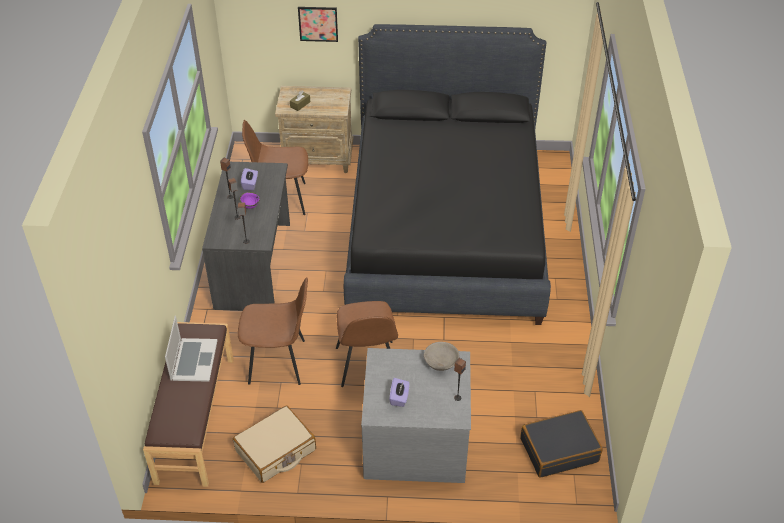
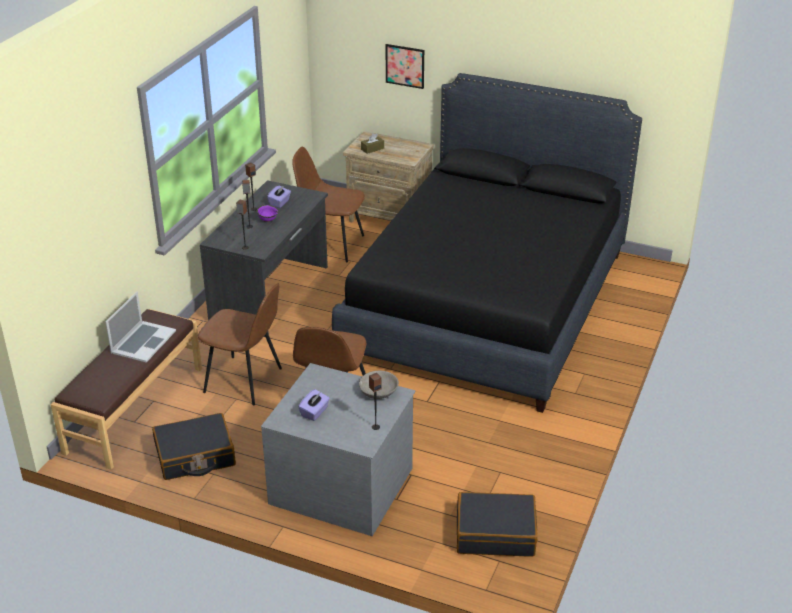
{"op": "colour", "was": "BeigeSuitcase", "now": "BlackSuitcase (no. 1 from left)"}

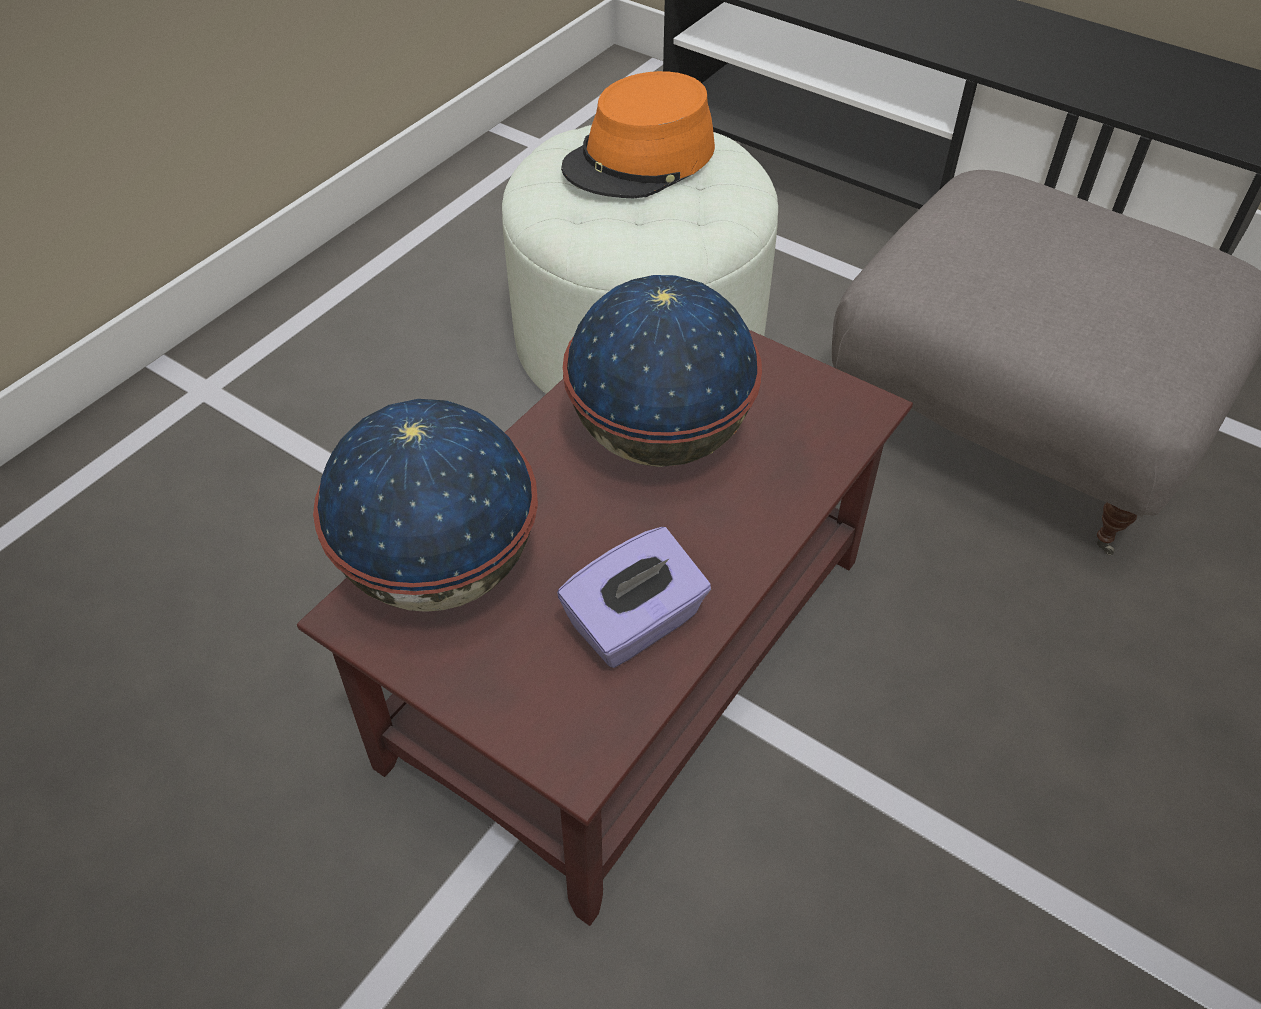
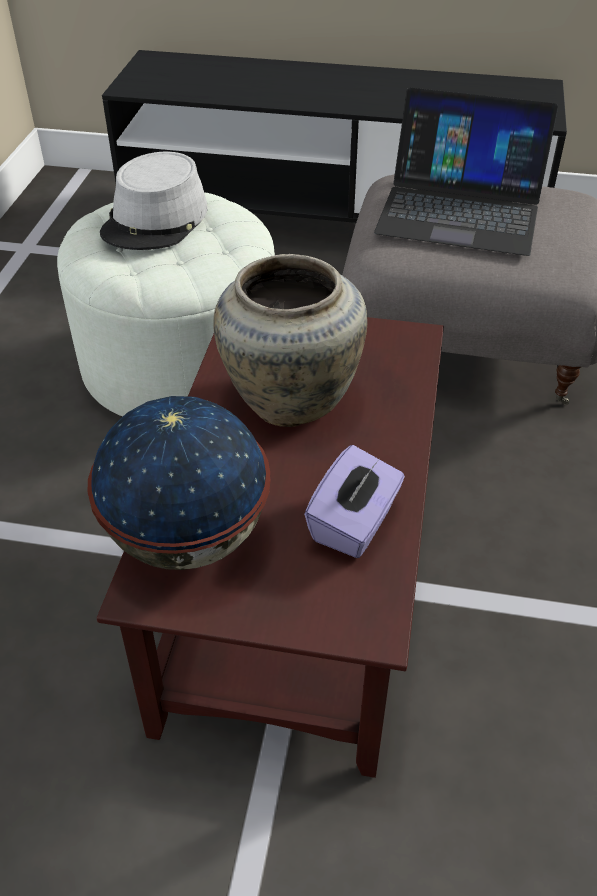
{"op": "colour", "was": "OrangeHat", "now": "GreyHat"}
{"op": "exchanged", "was": "Globe (no. 2 from left)", "now": "BeigeVase"}
{"op": "appeared", "now": "Laptop"}

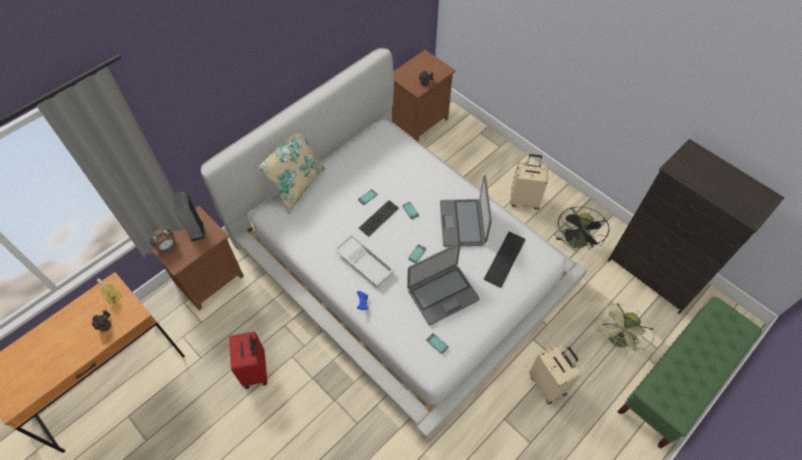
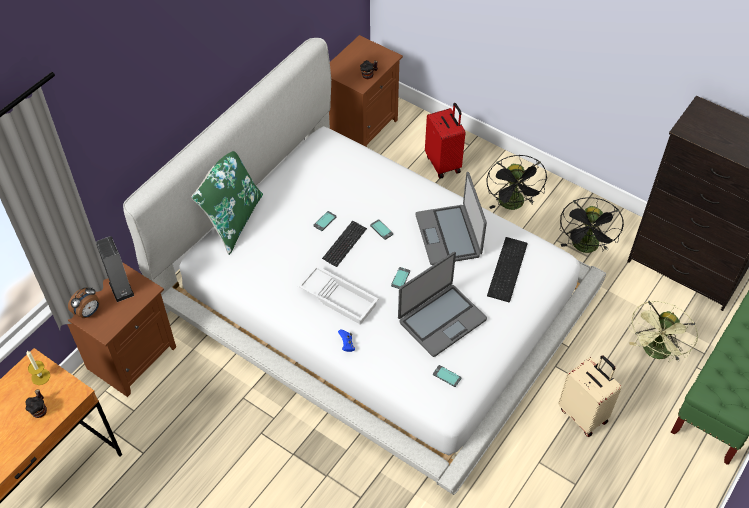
{"op": "relocated", "was": "RedSuitcase"}
{"op": "colour", "was": "BeigePillow", "now": "GreenPillow"}
{"op": "exchanged", "was": "BeigeSuitcase (no. 1 from left)", "now": "BlackFan (no. 1 from left)"}

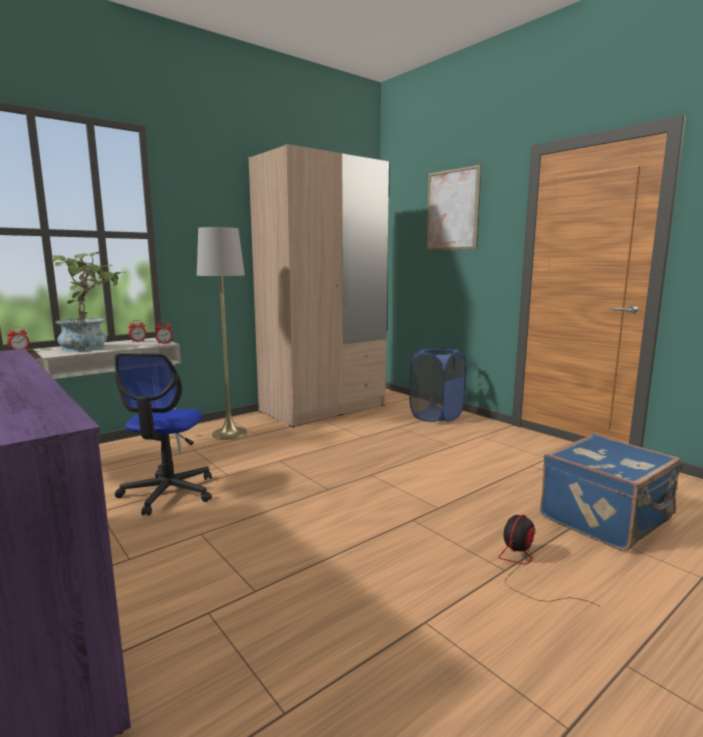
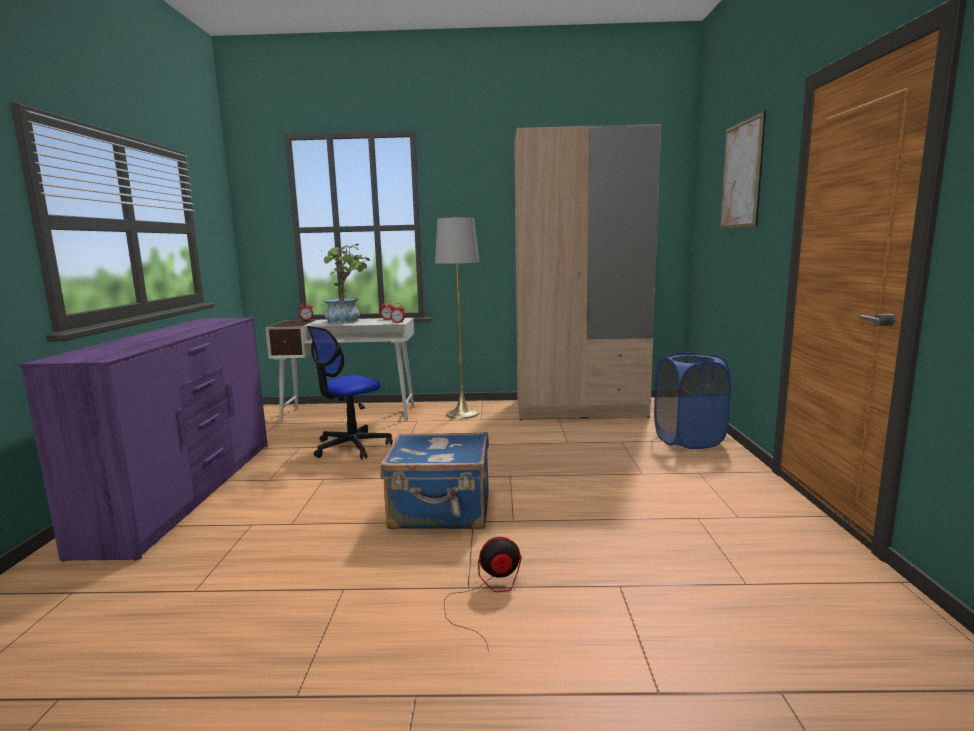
{"op": "relocated", "was": "BlueSuitcase"}

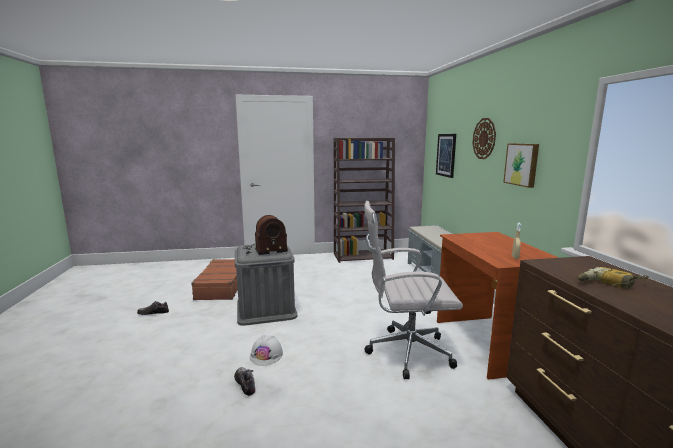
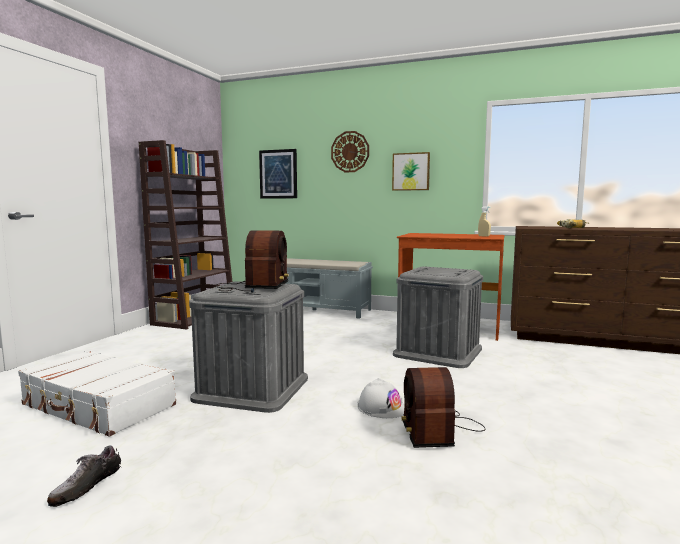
{"op": "colour", "was": "BrownSuitcase", "now": "WhiteSuitcase"}
{"op": "exchanged", "was": "Shoe (no. 2 from left)", "now": "Radio (no. 2 from left)"}
{"op": "exchanged", "was": "WhiteOfficeChair", "now": "GreyStorageBox (no. 2 from left)"}

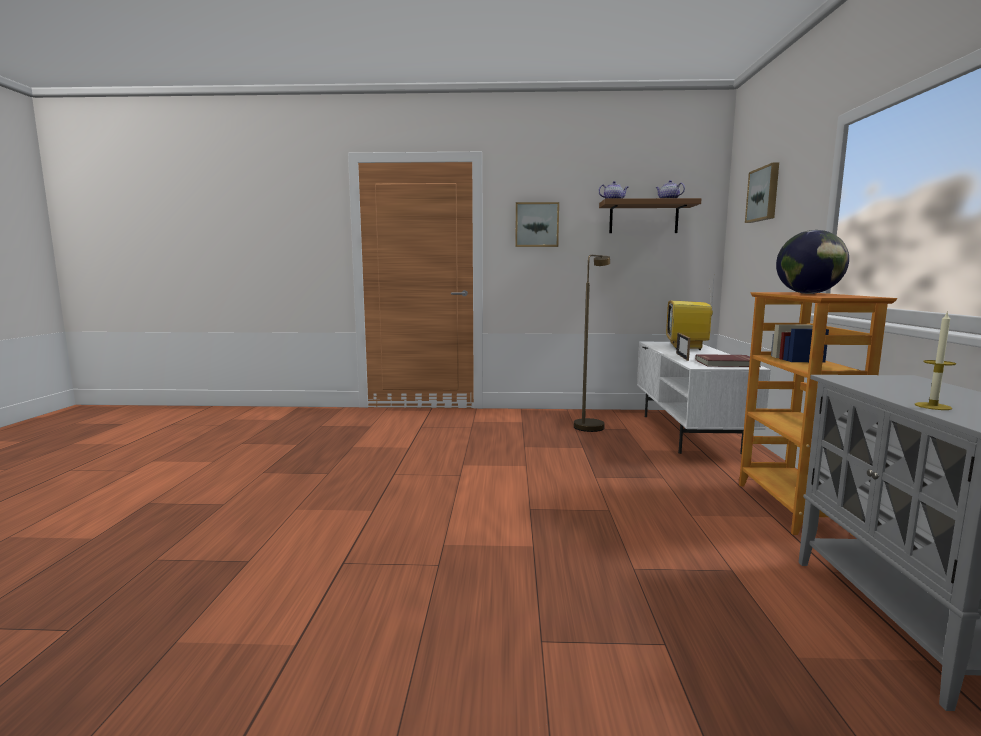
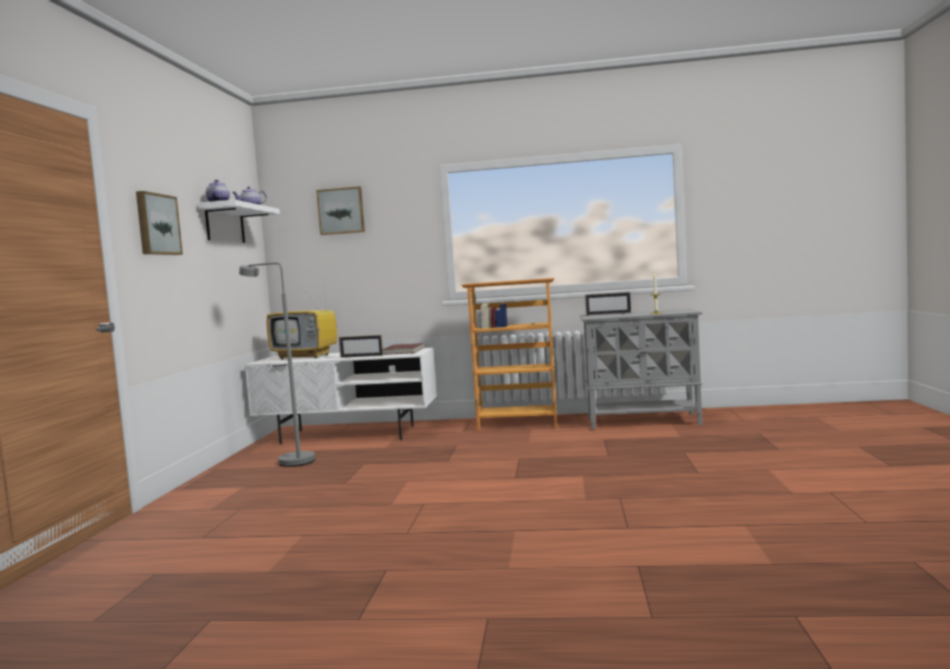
{"op": "colour", "was": "BrownFloorLamp", "now": "GreyFloorLamp"}
{"op": "colour", "was": "BrownShelf", "now": "WhiteShelf"}
{"op": "missing", "was": "Globe"}
{"op": "appeared", "now": "PictureFrame (no. 2 from left)"}

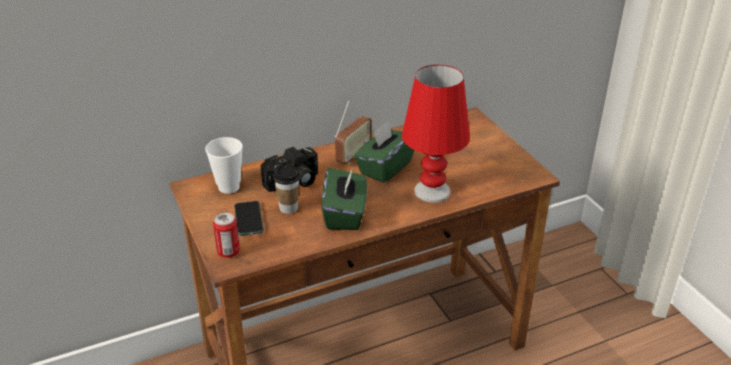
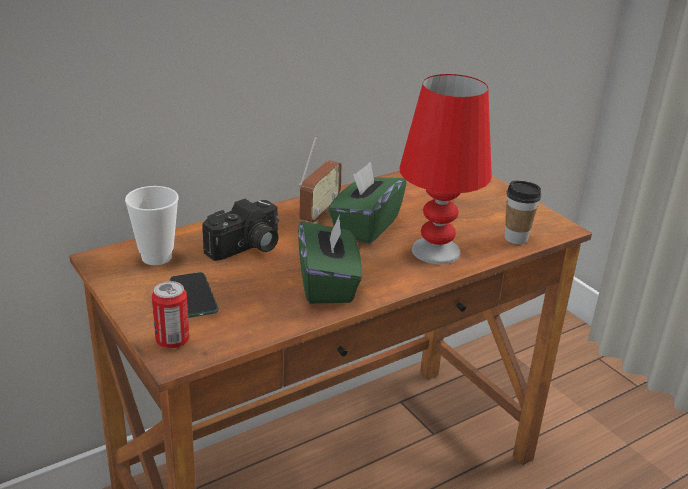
{"op": "relocated", "was": "Cup (no. 2 from left)"}

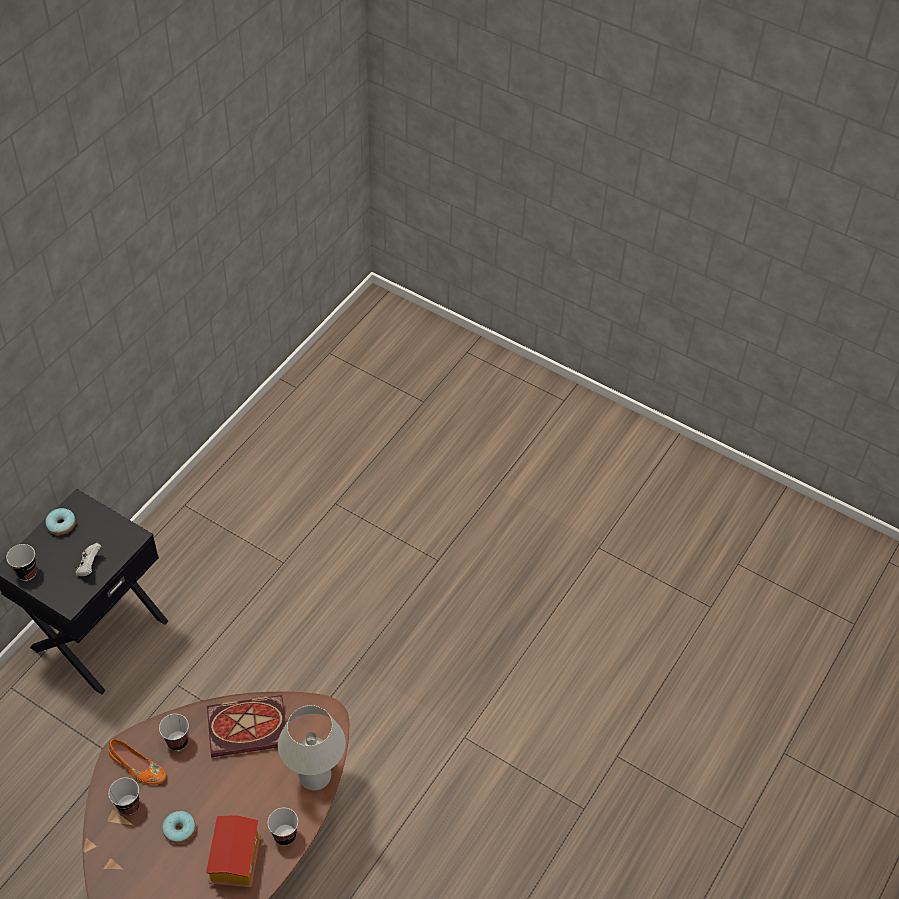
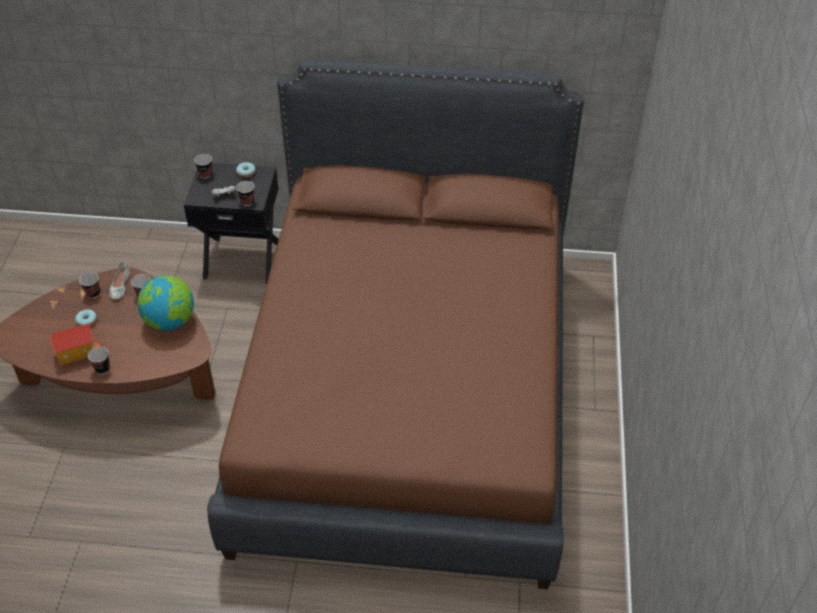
{"op": "colour", "was": "OrangeShoe", "now": "WhiteShoe"}
{"op": "exchanged", "was": "Book", "now": "Globe"}
{"op": "missing", "was": "WhiteTableLamp"}
{"op": "appeared", "now": "BrownBed"}
{"op": "appeared", "now": "Cup (no. 5 from left)"}

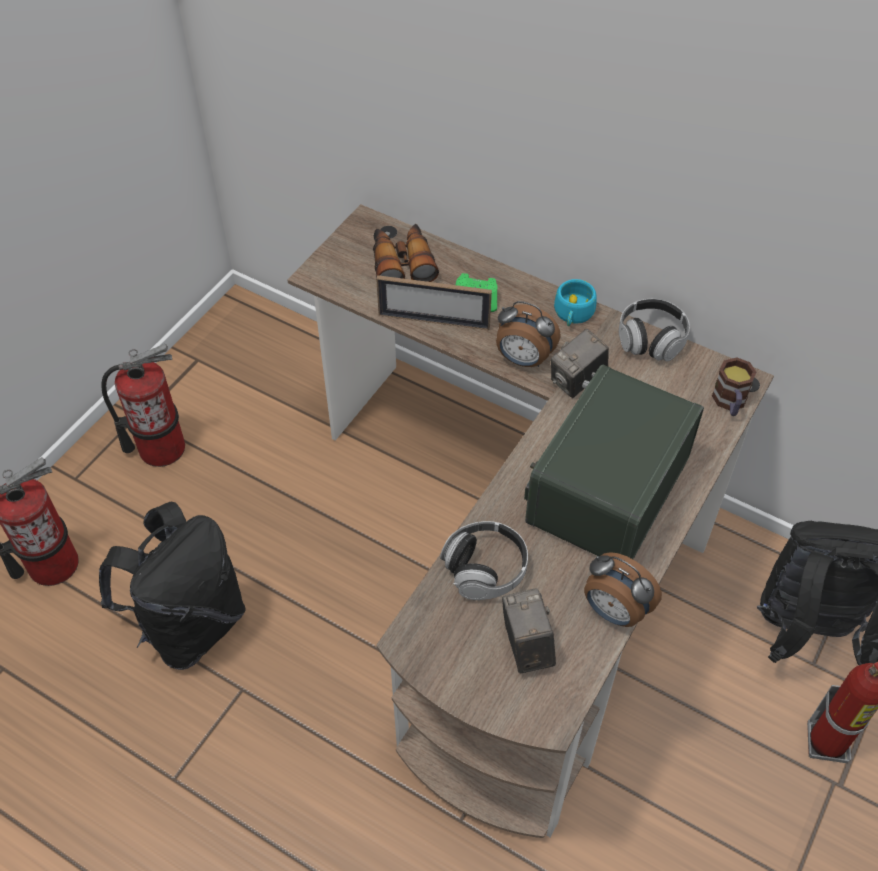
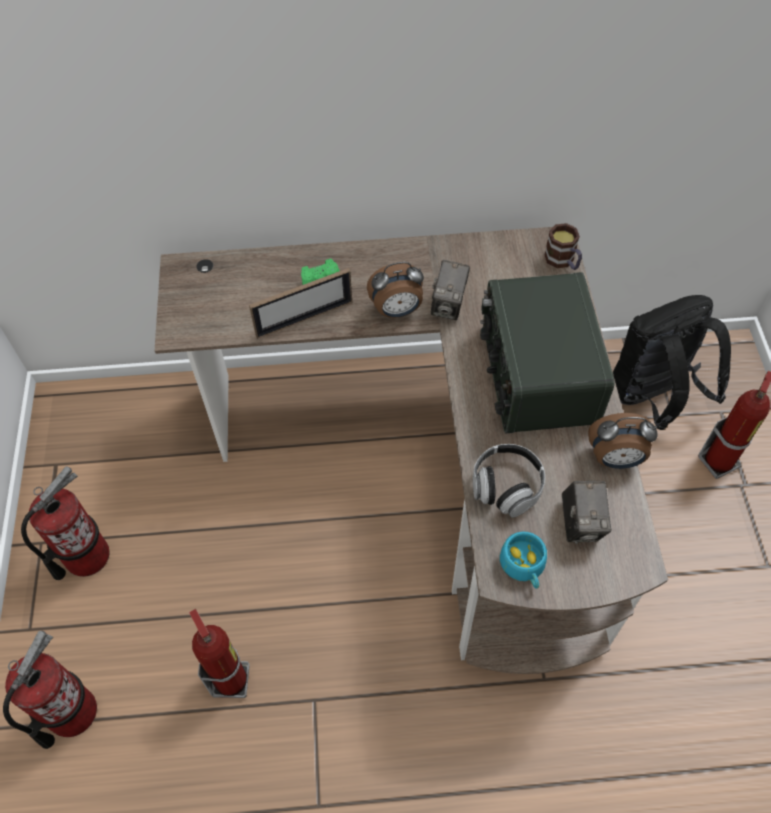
{"op": "exchanged", "was": "BlackBackpack (no. 1 from left)", "now": "FireExtinguisher (no. 3 from left)"}
{"op": "missing", "was": "Binoculars"}
{"op": "spun", "was": "PhotoCamera (no. 1 from left in the first image)", "clockwise": -135}
{"op": "relocated", "was": "TurquoiseCup"}
{"op": "missing", "was": "Headphones (no. 2 from left)"}

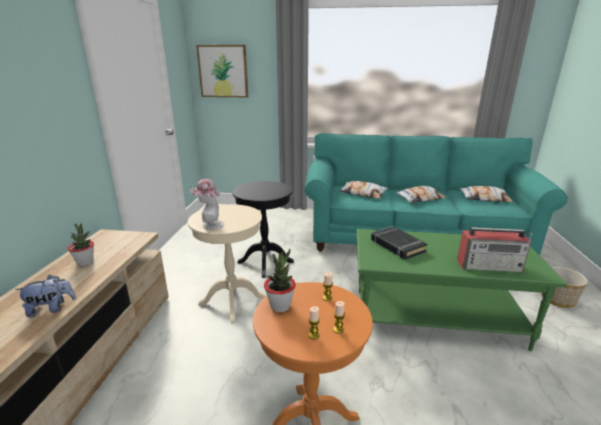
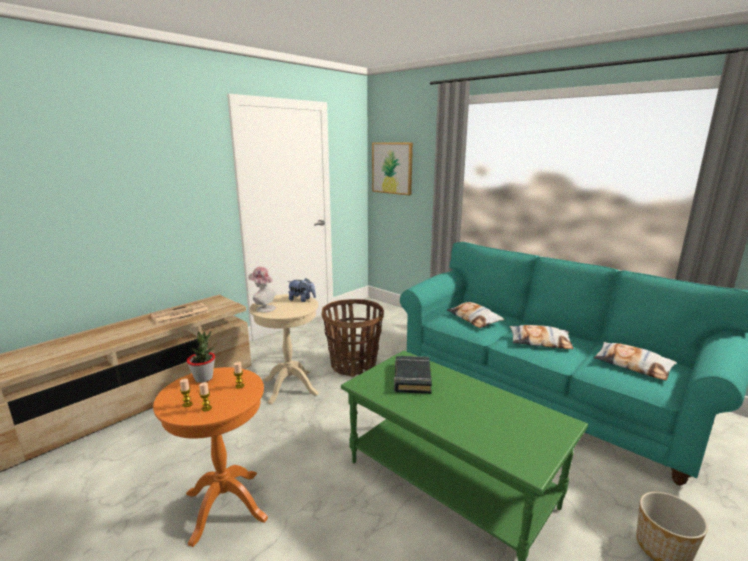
{"op": "relocated", "was": "PlushToy"}
{"op": "exchanged", "was": "PottedPlant (no. 1 from left)", "now": "Newspaper"}
{"op": "exchanged", "was": "BlackSideTable", "now": "Basket"}
{"op": "missing", "was": "Radio"}

